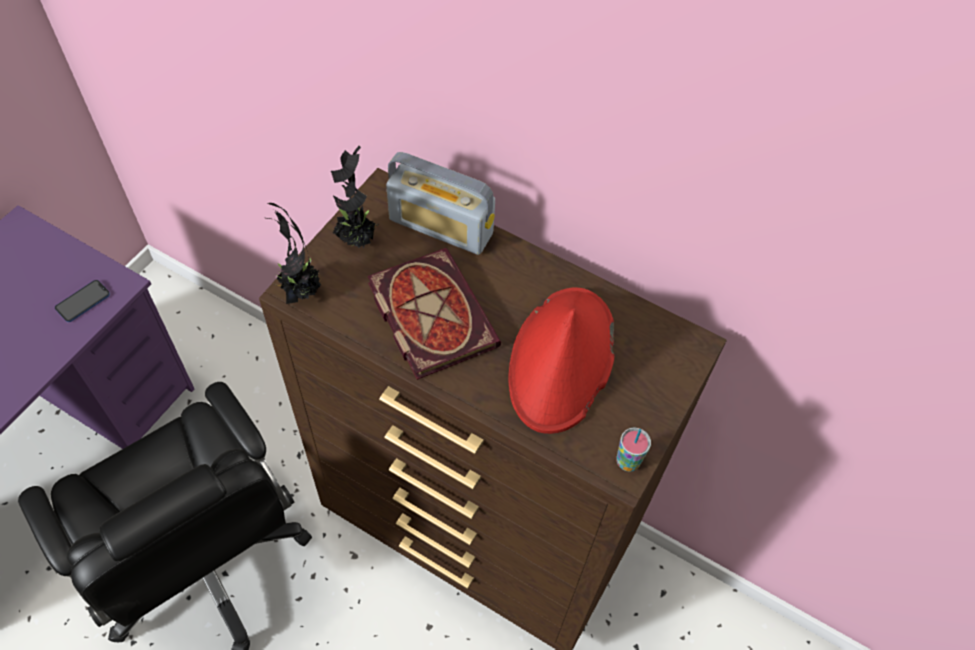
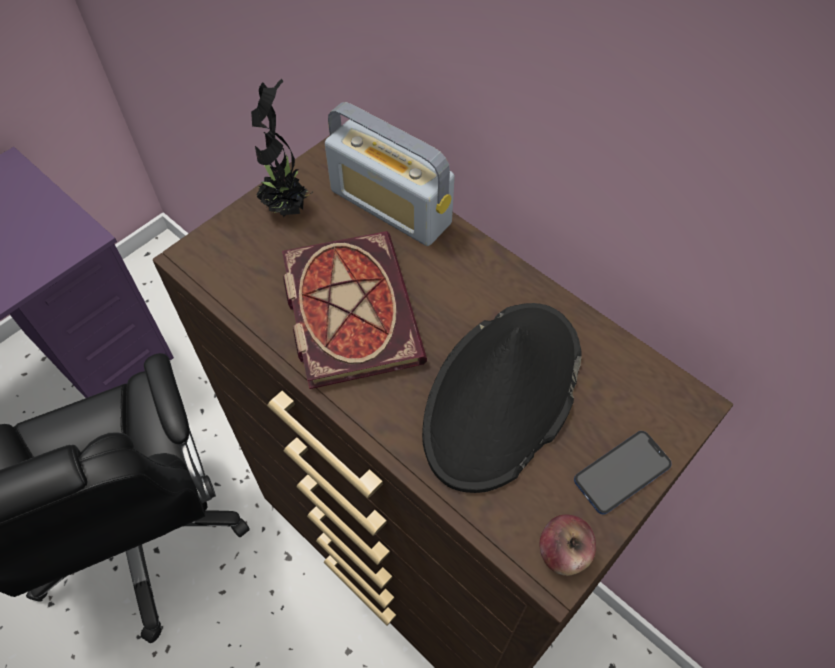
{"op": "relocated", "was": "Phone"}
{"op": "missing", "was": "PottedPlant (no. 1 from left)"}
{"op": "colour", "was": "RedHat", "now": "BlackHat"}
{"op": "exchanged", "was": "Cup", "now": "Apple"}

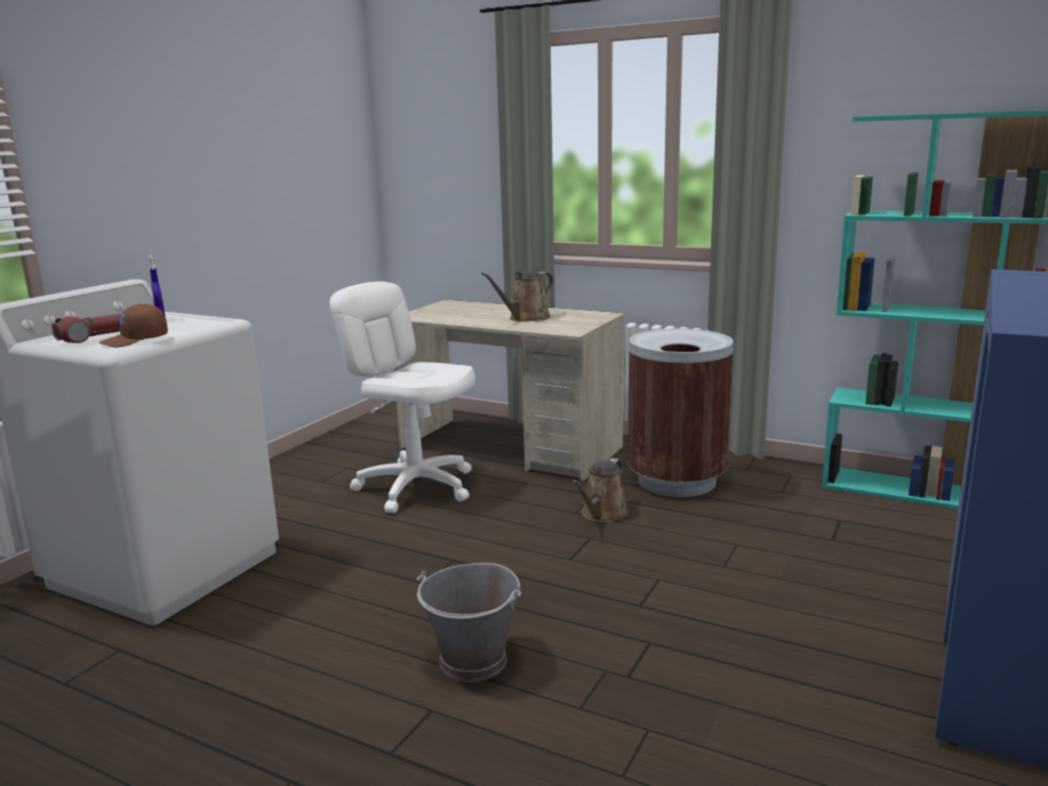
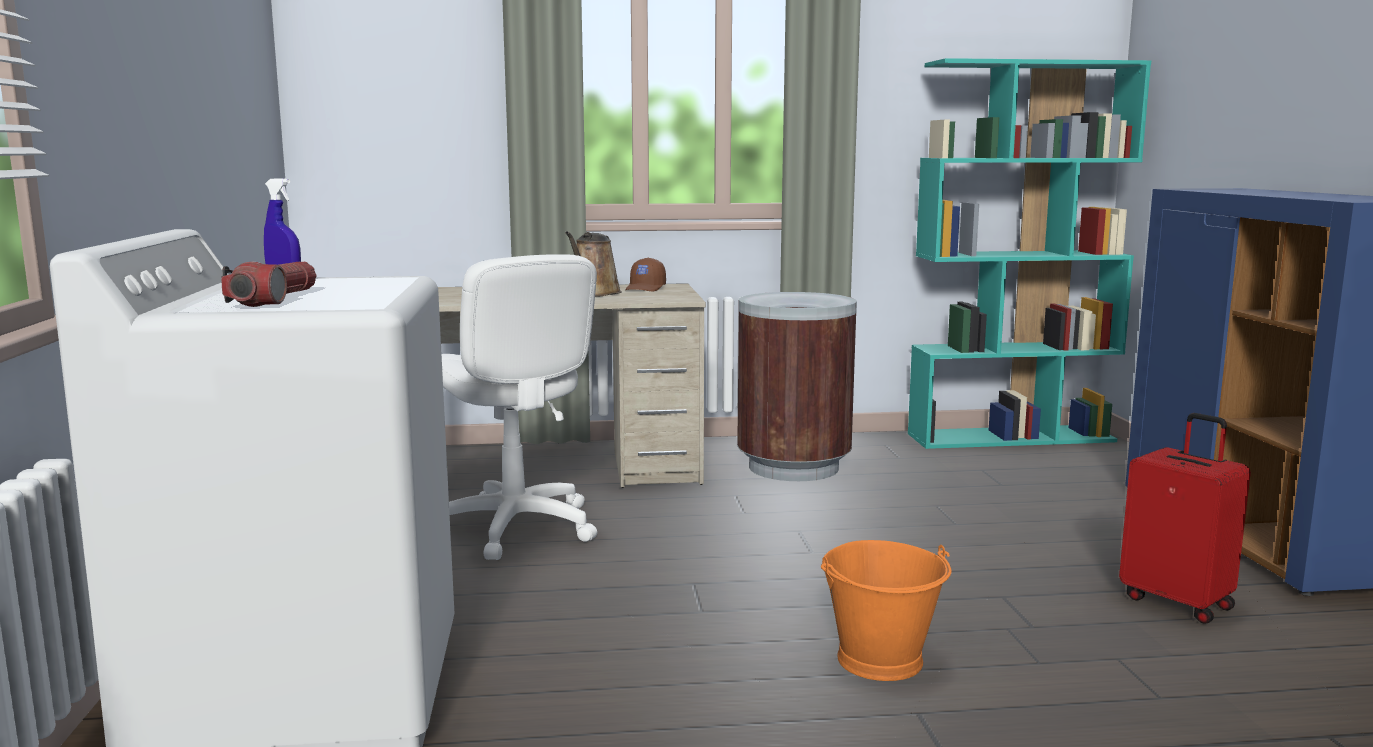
{"op": "relocated", "was": "BrownCap"}
{"op": "spun", "was": "WhiteOfficeChair", "clockwise": -120}
{"op": "colour", "was": "GreyBucket", "now": "OrangeBucket"}
{"op": "missing", "was": "BrownWateringCan (no. 2 from left)"}
{"op": "appeared", "now": "RedSuitcase"}

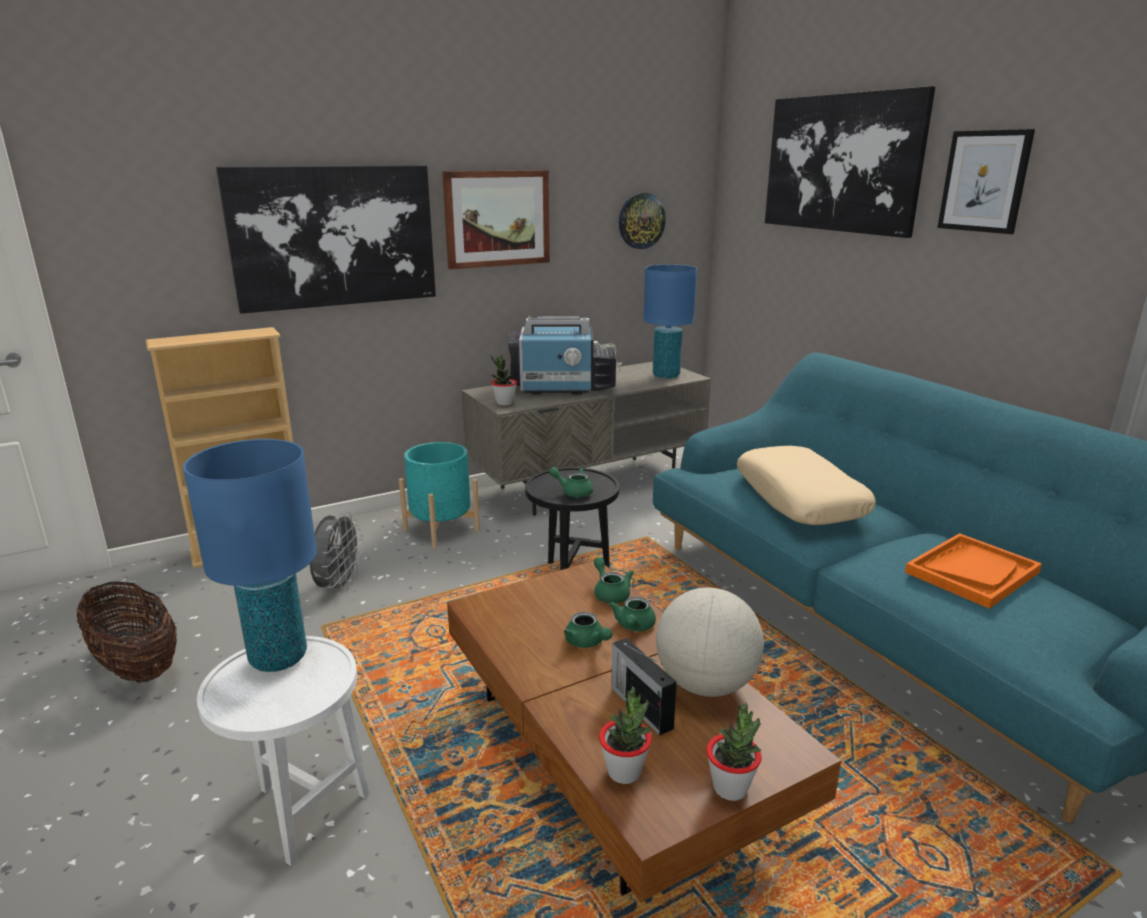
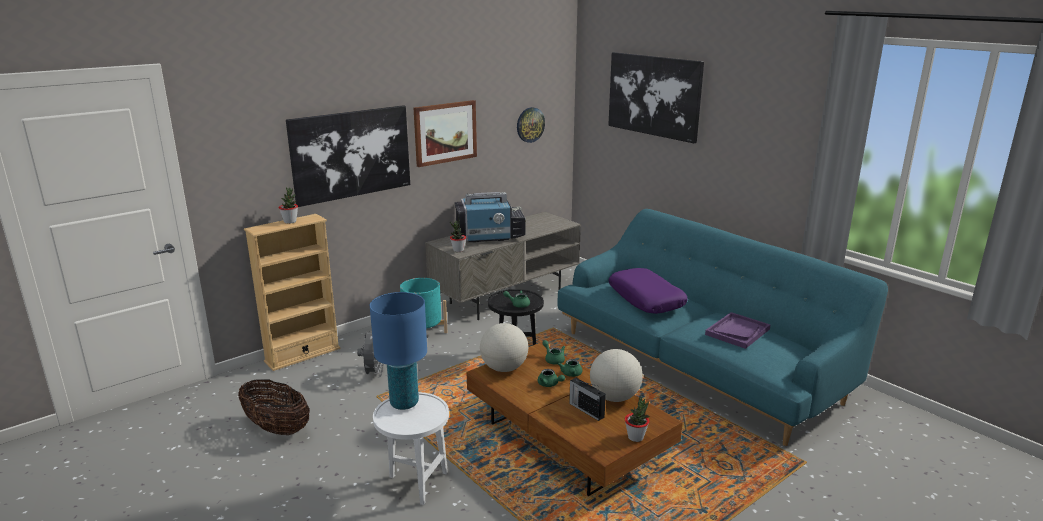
{"op": "relocated", "was": "PottedPlant (no. 2 from left in the first image)", "now": "PottedPlant (no. 1 from left)"}
{"op": "missing", "was": "BlueTableLamp (no. 2 from left)"}
{"op": "colour", "was": "BeigePillow", "now": "PurplePillow"}
{"op": "colour", "was": "OrangeTray", "now": "PurpleTray"}
{"op": "missing", "was": "Picture (no. 4 from left)"}
{"op": "appeared", "now": "Globe (no. 1 from left)"}

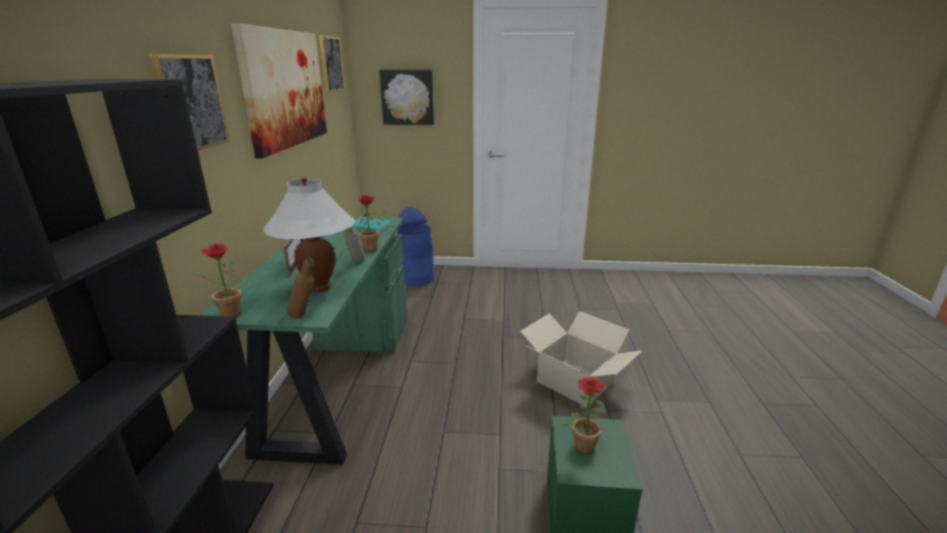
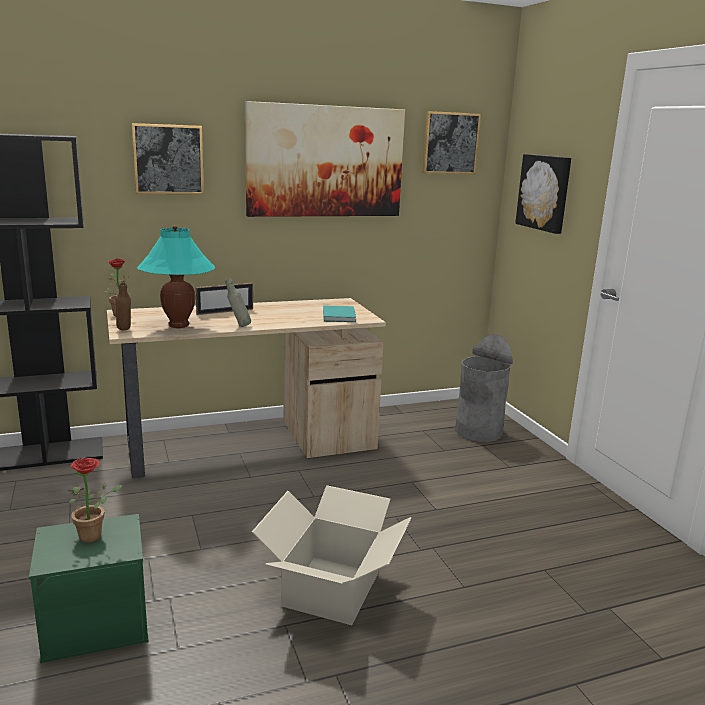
{"op": "colour", "was": "GreenDesk", "now": "BeigeDesk"}
{"op": "colour", "was": "WhiteTableLamp", "now": "TurquoiseTableLamp"}
{"op": "missing", "was": "PottedPlant (no. 2 from left)"}
{"op": "colour", "was": "BlueTrashCan", "now": "GreyTrashCan"}

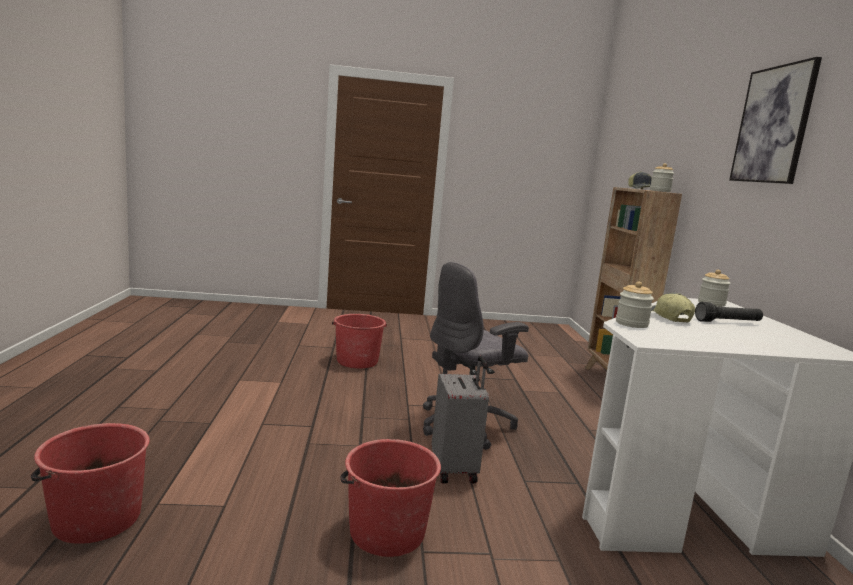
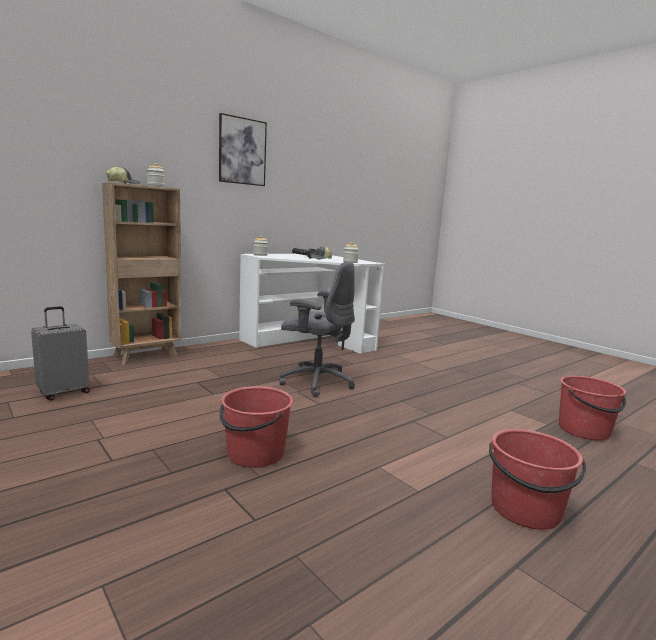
{"op": "relocated", "was": "RedBucket (no. 3 from left in the first image)", "now": "RedBucket (no. 2 from left)"}
{"op": "relocated", "was": "GreySuitcase"}

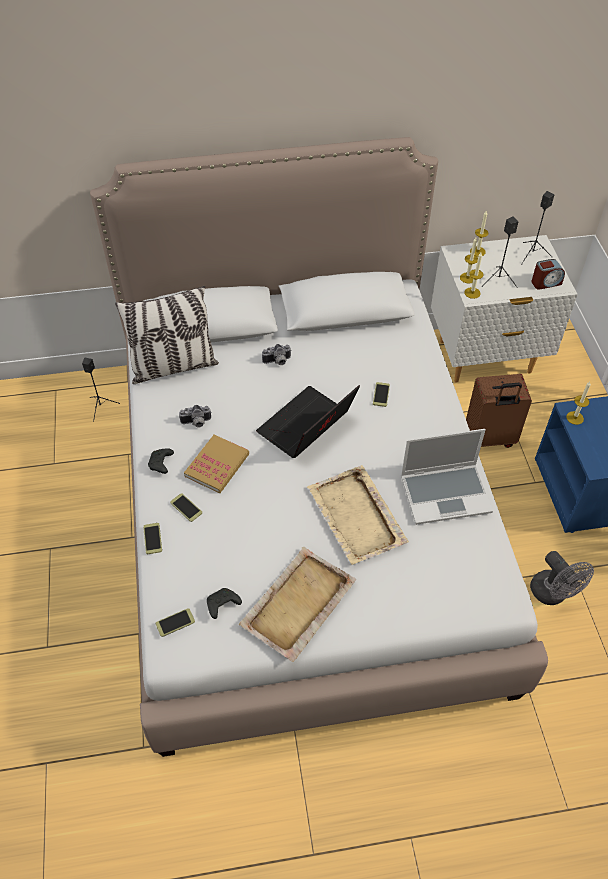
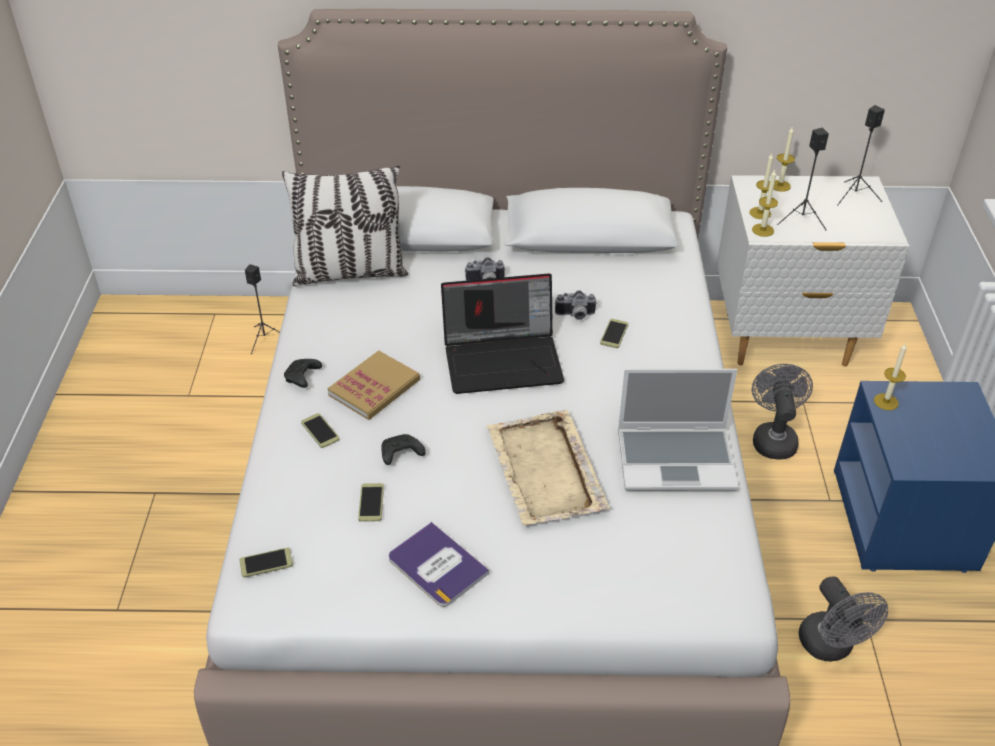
{"op": "relocated", "was": "Phone (no. 1 from left in the first image)", "now": "Phone (no. 3 from left)"}
{"op": "relocated", "was": "PhotoCamera (no. 1 from left in the first image)", "now": "PhotoCamera (no. 2 from left)"}
{"op": "relocated", "was": "BlackGameController (no. 2 from left)"}
{"op": "exchanged", "was": "BeigeTray (no. 1 from left)", "now": "Book (no. 2 from left)"}
{"op": "spun", "was": "Laptop (no. 1 from left)", "clockwise": -150}
{"op": "exchanged", "was": "BrownSuitcase", "now": "GreyFan (no. 1 from left)"}
{"op": "missing", "was": "AlarmClock"}

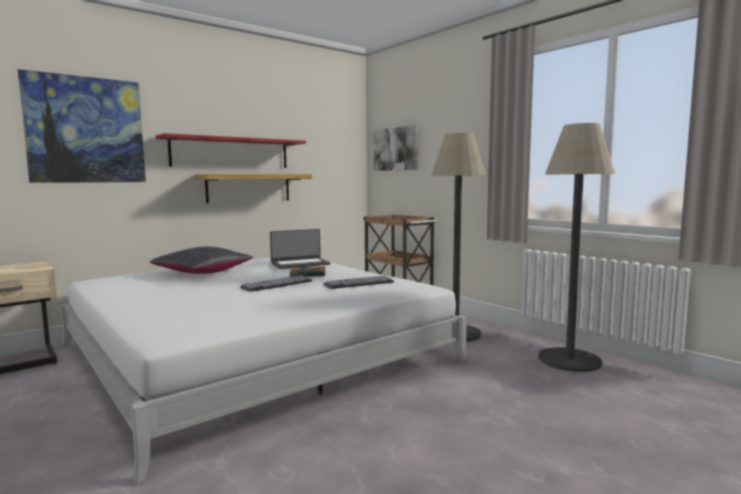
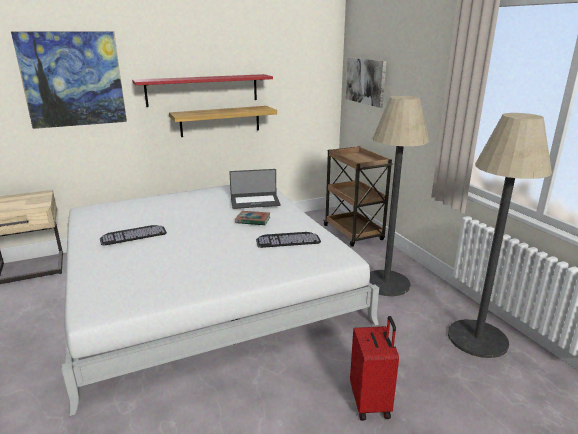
{"op": "missing", "was": "BlackPillow"}
{"op": "relocated", "was": "Keyboard (no. 1 from left)"}
{"op": "appeared", "now": "RedSuitcase"}

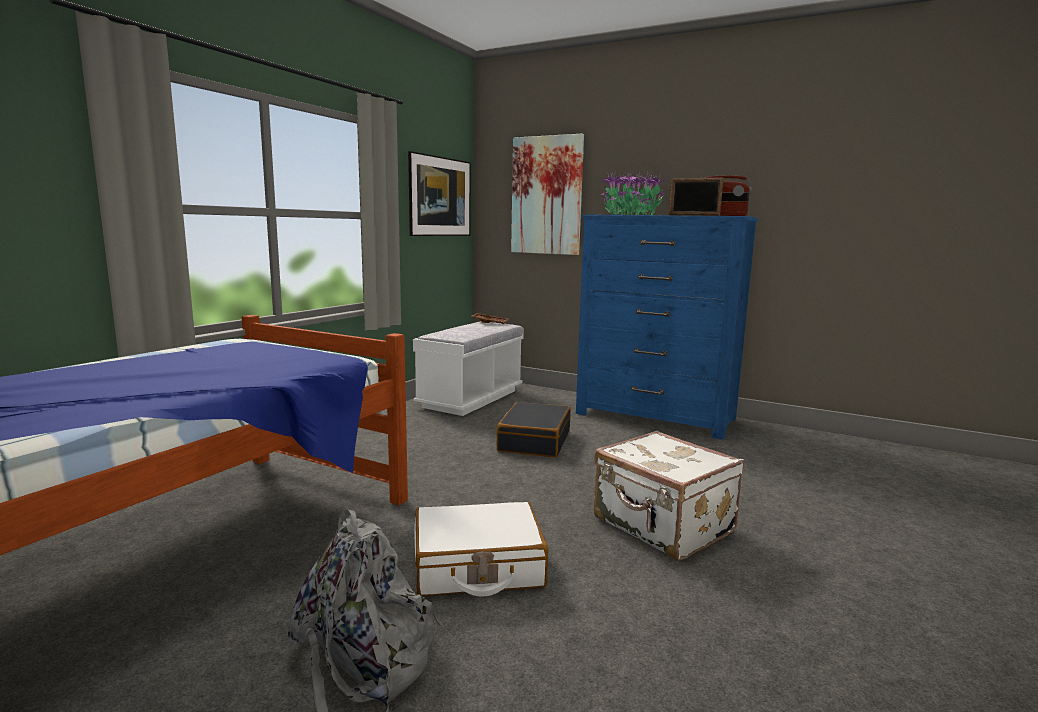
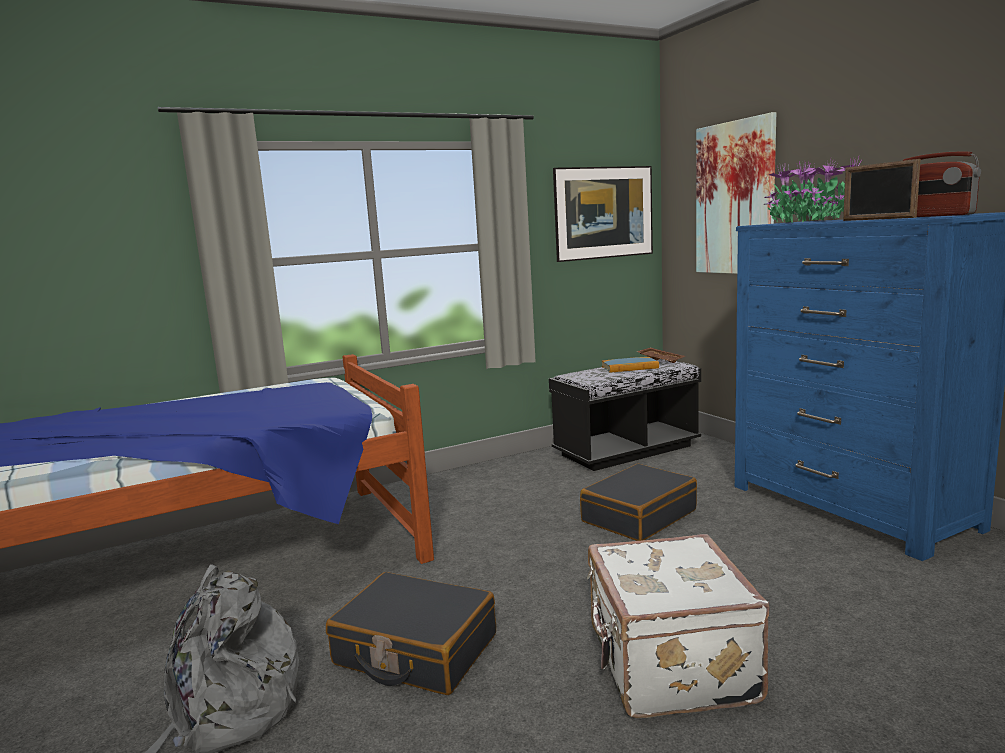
{"op": "colour", "was": "WhiteBench", "now": "BlackBench"}
{"op": "colour", "was": "WhiteSuitcase (no. 1 from left)", "now": "BlackSuitcase (no. 1 from left)"}
{"op": "appeared", "now": "Book"}

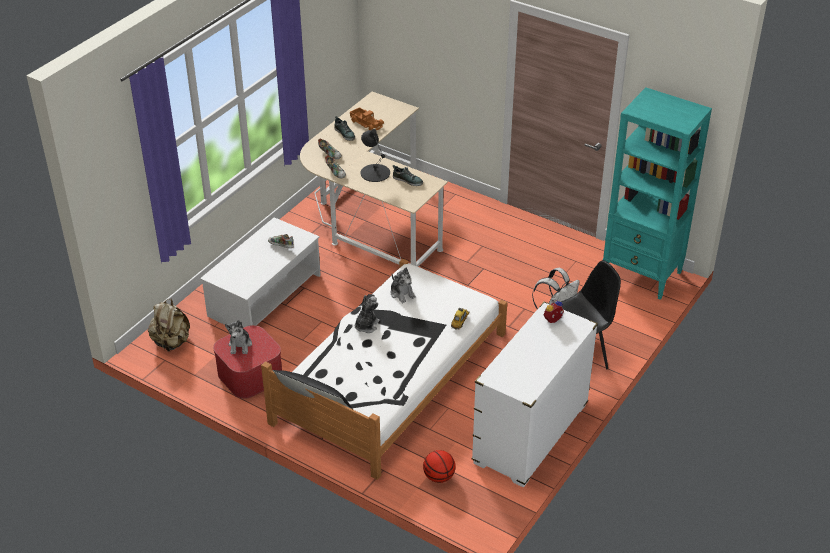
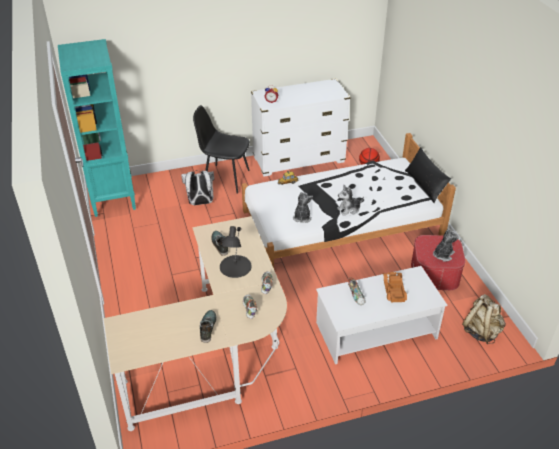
{"op": "relocated", "was": "ToyTruck"}

